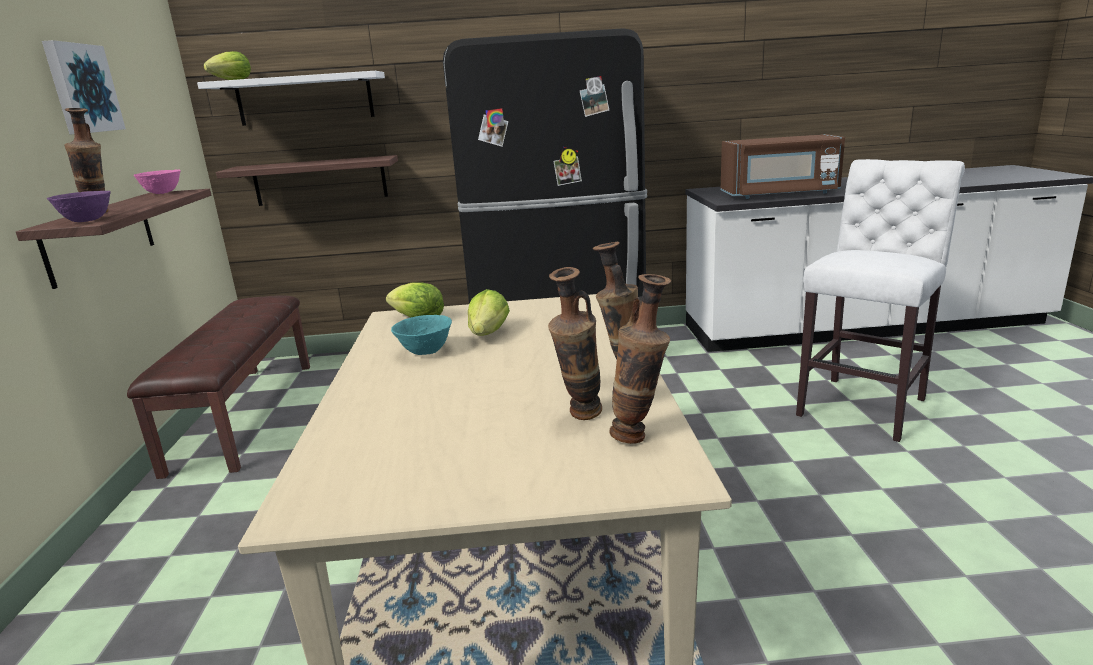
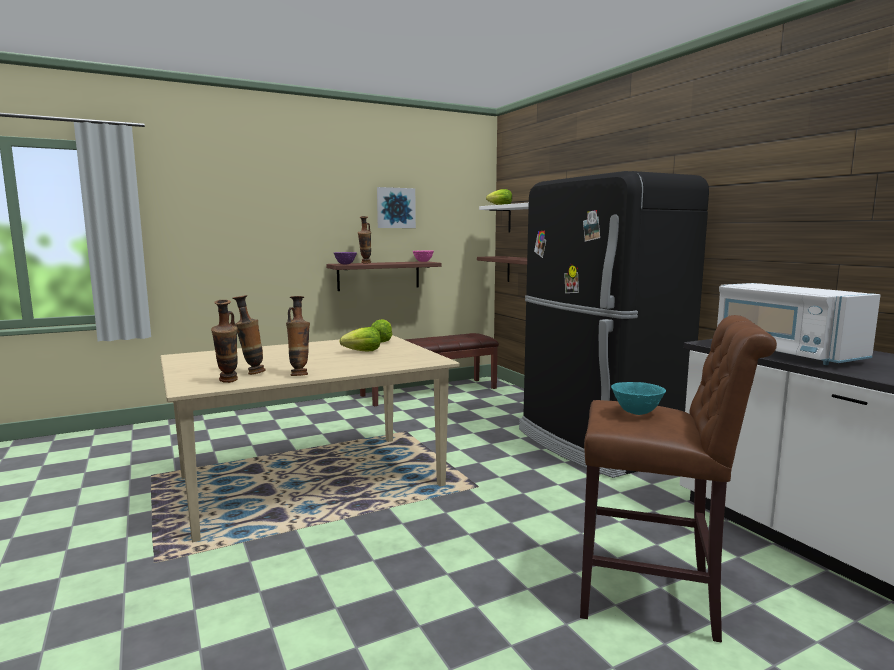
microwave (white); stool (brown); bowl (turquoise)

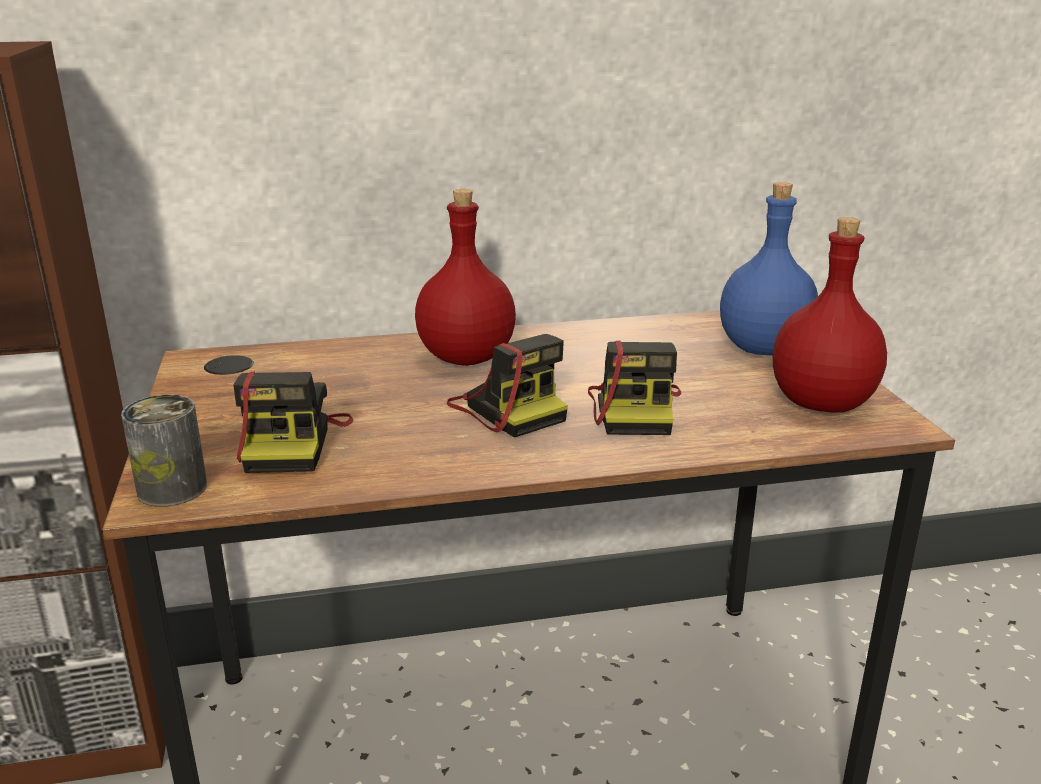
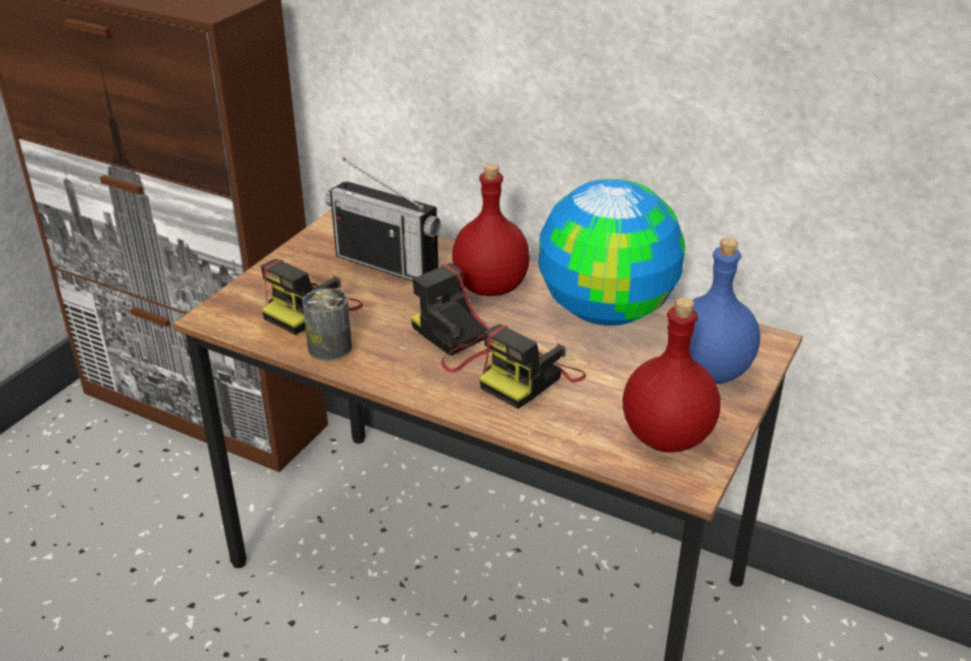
photo camera (no. 2 from left); can; radio; globe

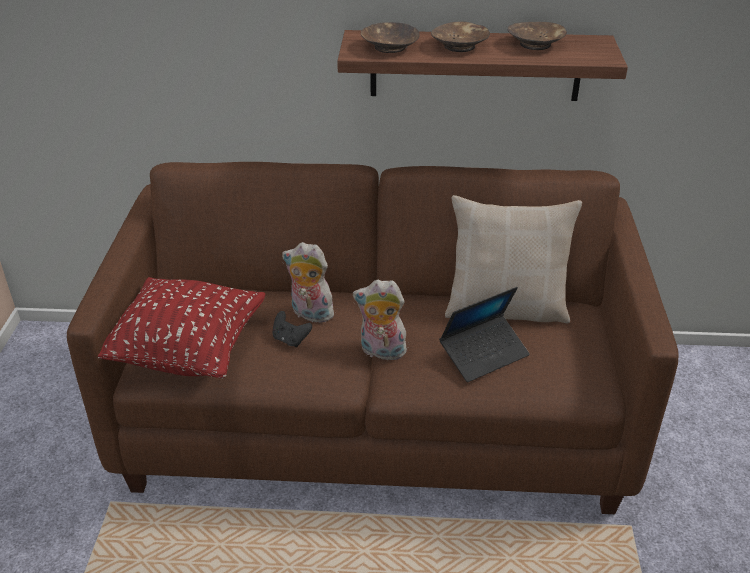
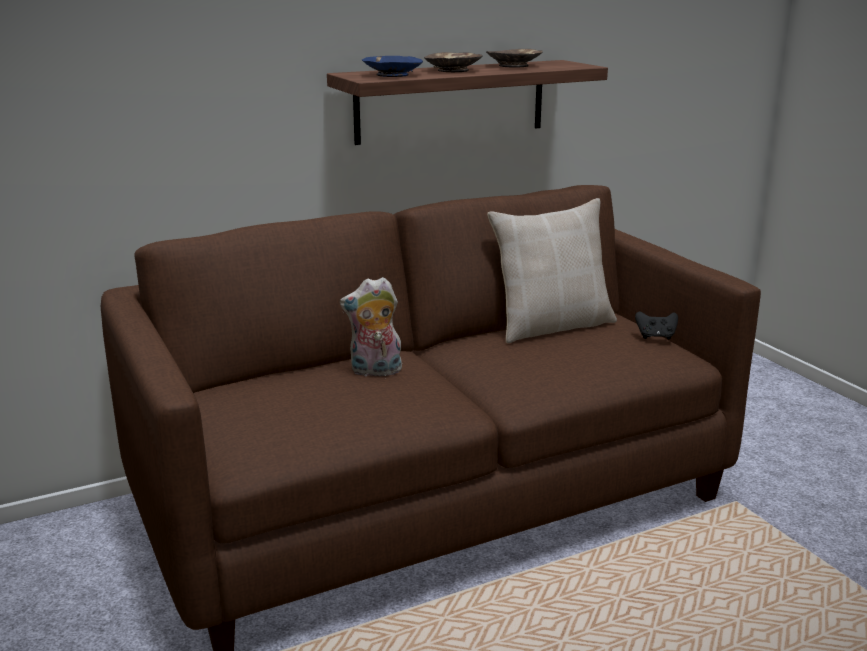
bowl (blue); pillow (red); plush toy (no. 2 from left in the first image); laptop; game controller (black)

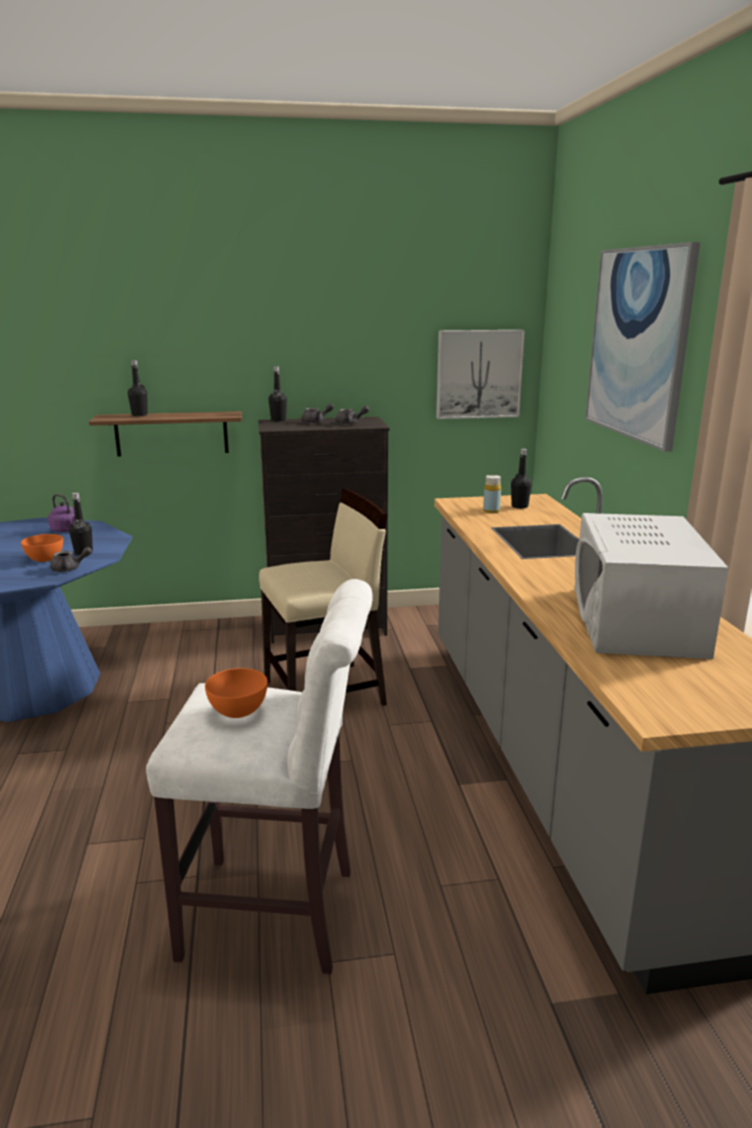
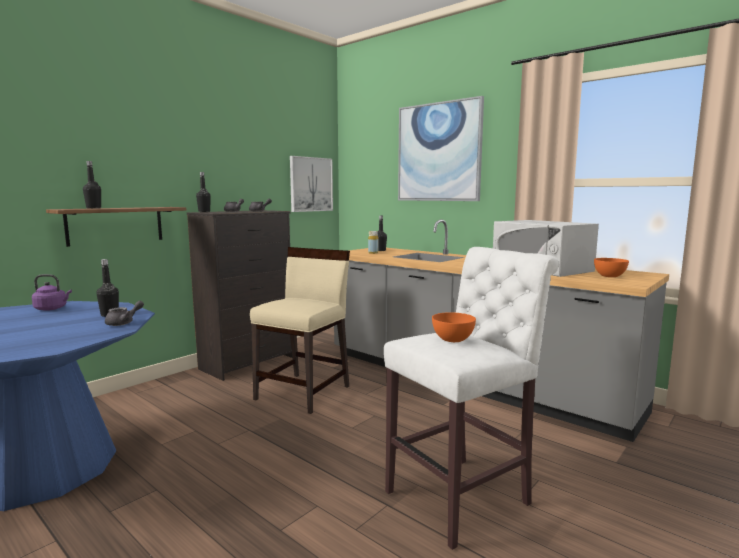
bowl (orange) (no. 2 from left)

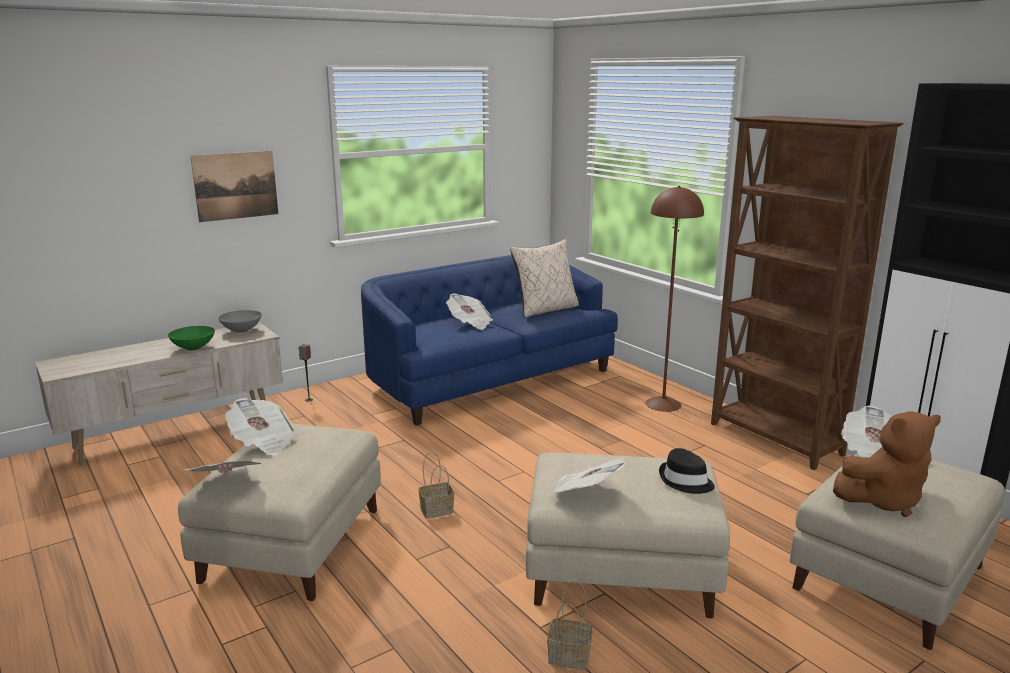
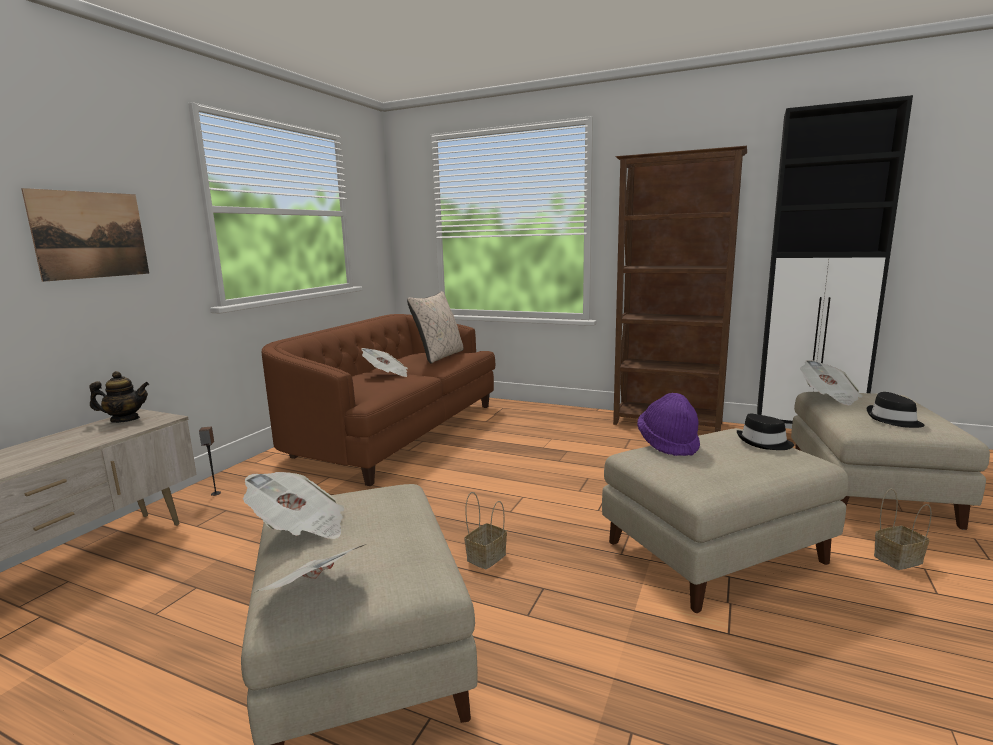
floor lamp (brown); sofa (brown); teapot; bowl (green); hat (black) (no. 2 from left); newspaper (no. 4 from left in the first image); basket (no. 2 from left); hat (purple)

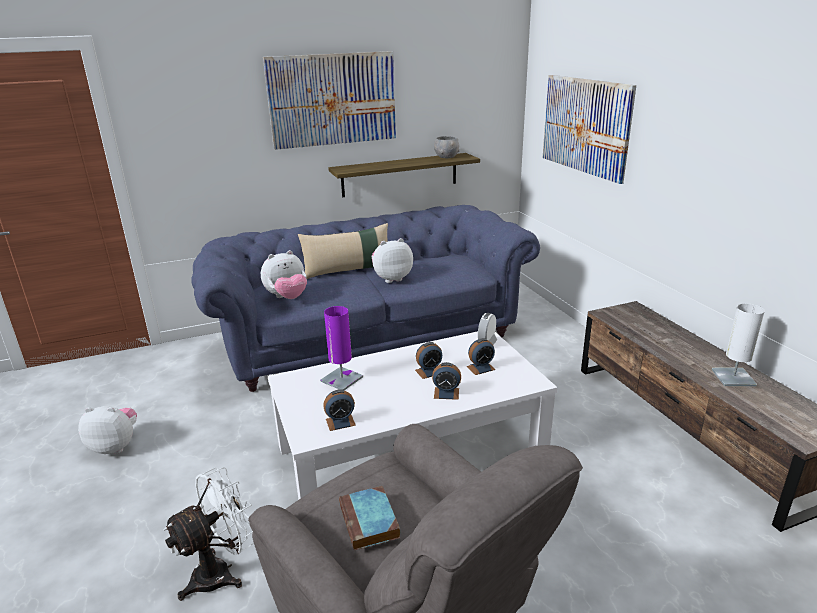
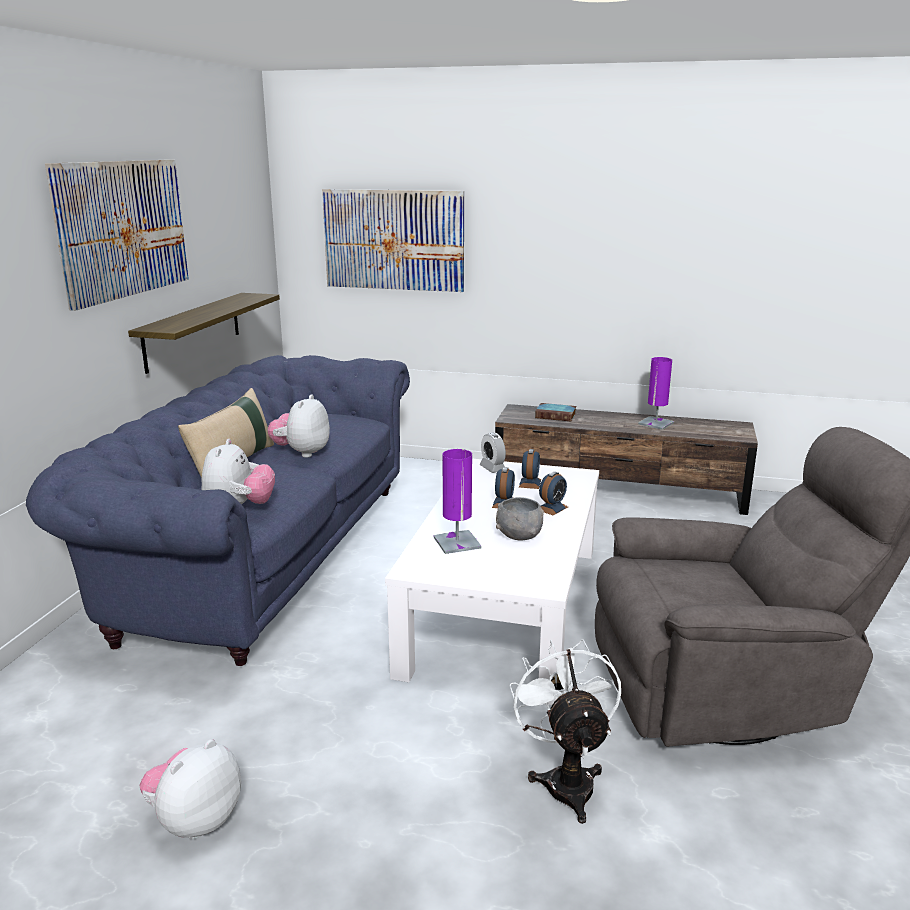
bowl (grey); table lamp (purple) (no. 2 from left); alarm clock (no. 1 from left in the first image); book

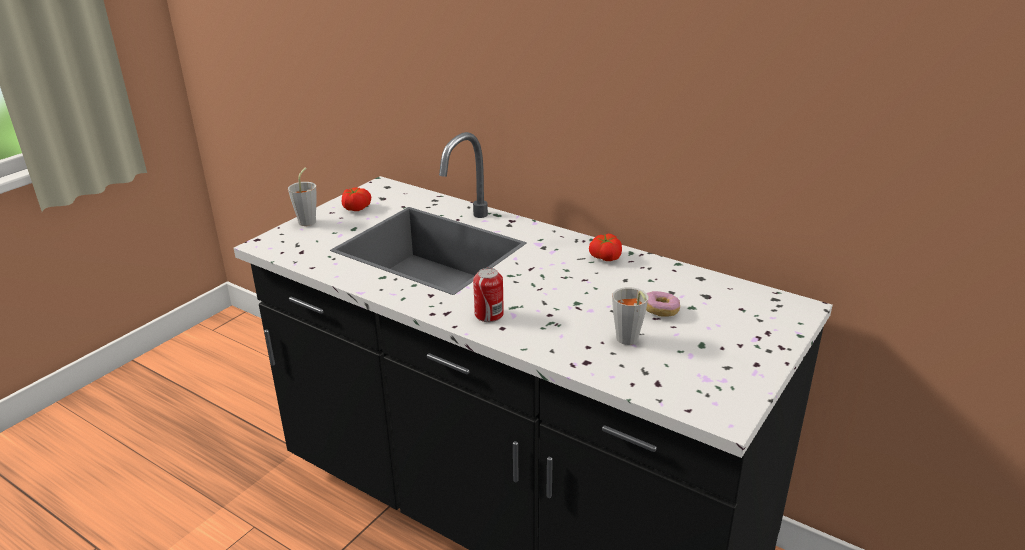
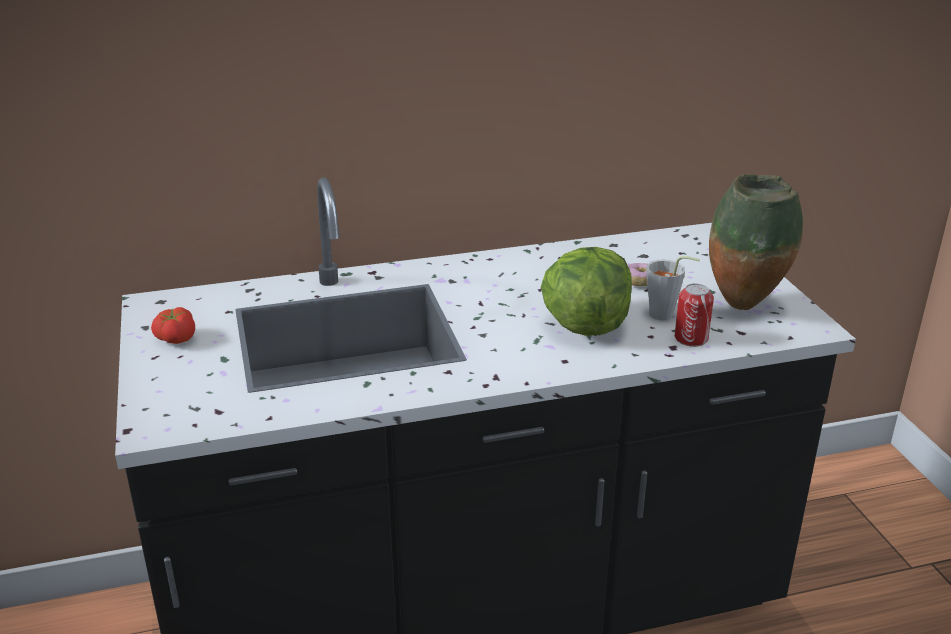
cup (grey) (no. 1 from left in the first image); tomato (no. 2 from left in the first image); can; vase; lettuce

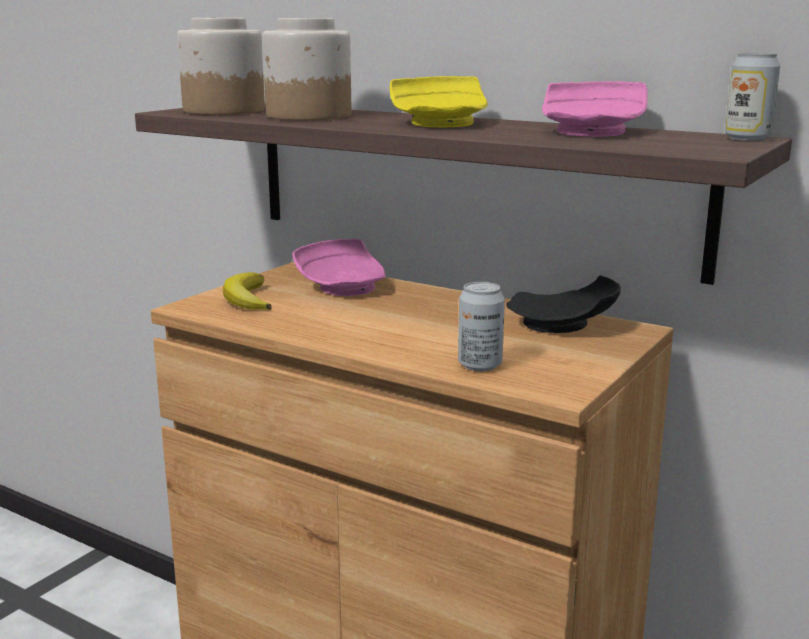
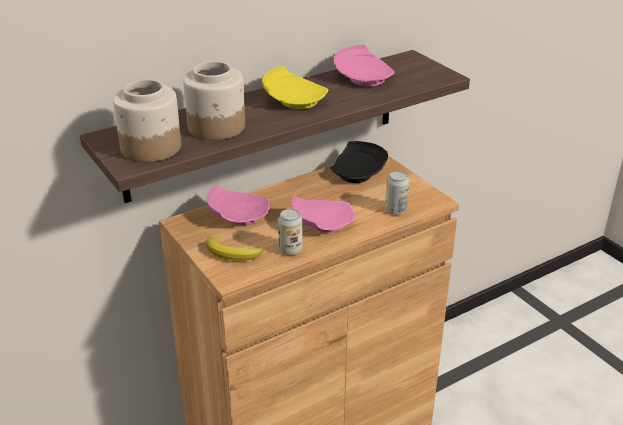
can (no. 1 from left); plate (pink) (no. 2 from left)

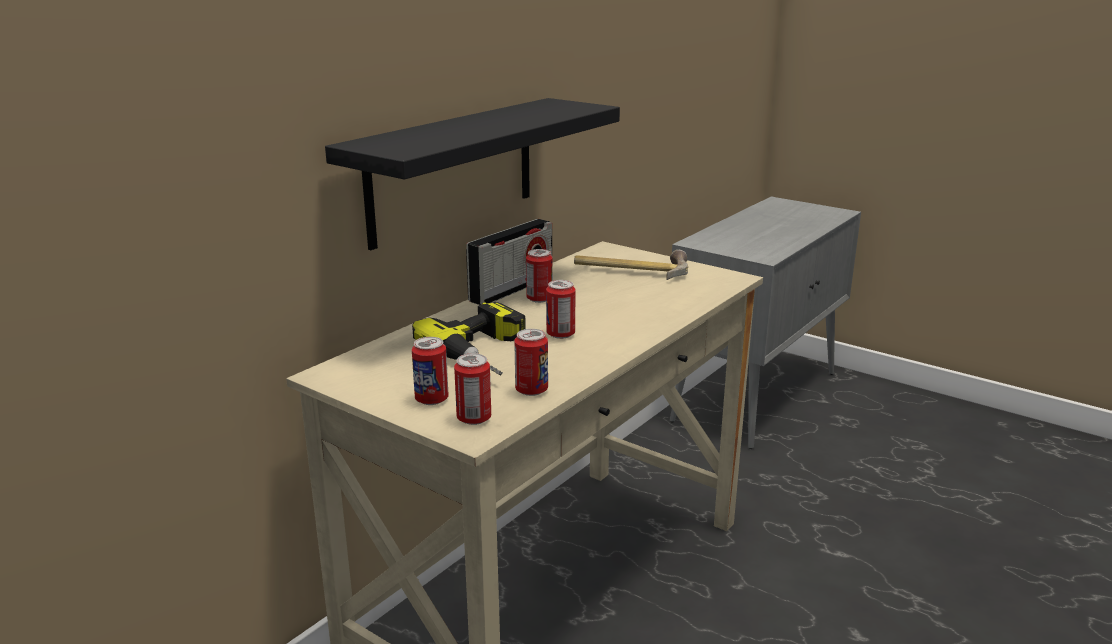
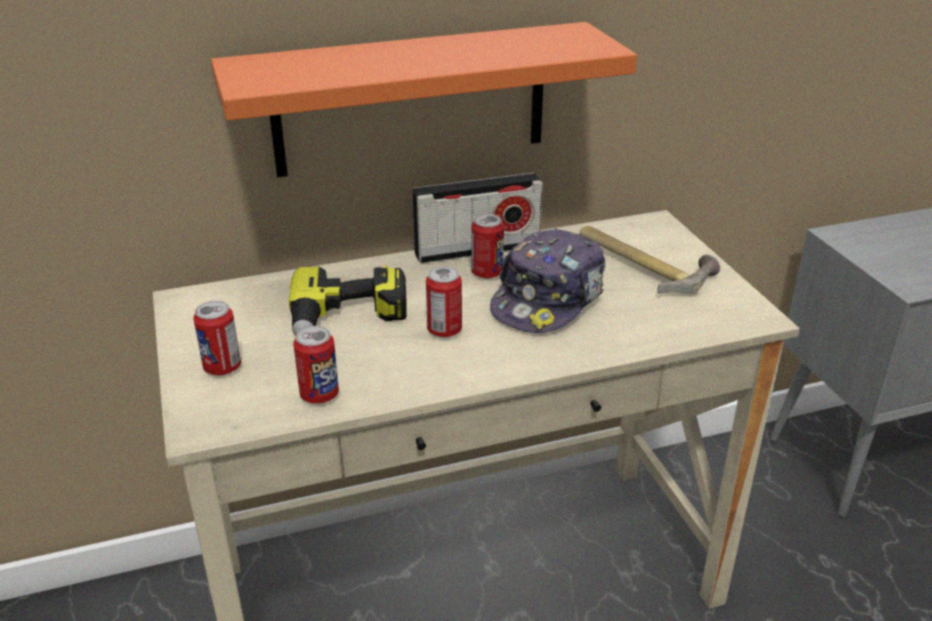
shelf (orange); can (no. 2 from left in the first image); cap

